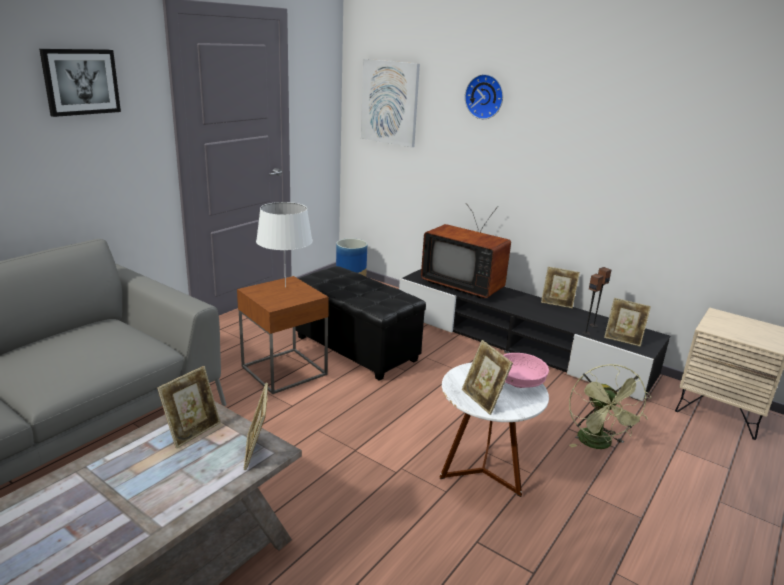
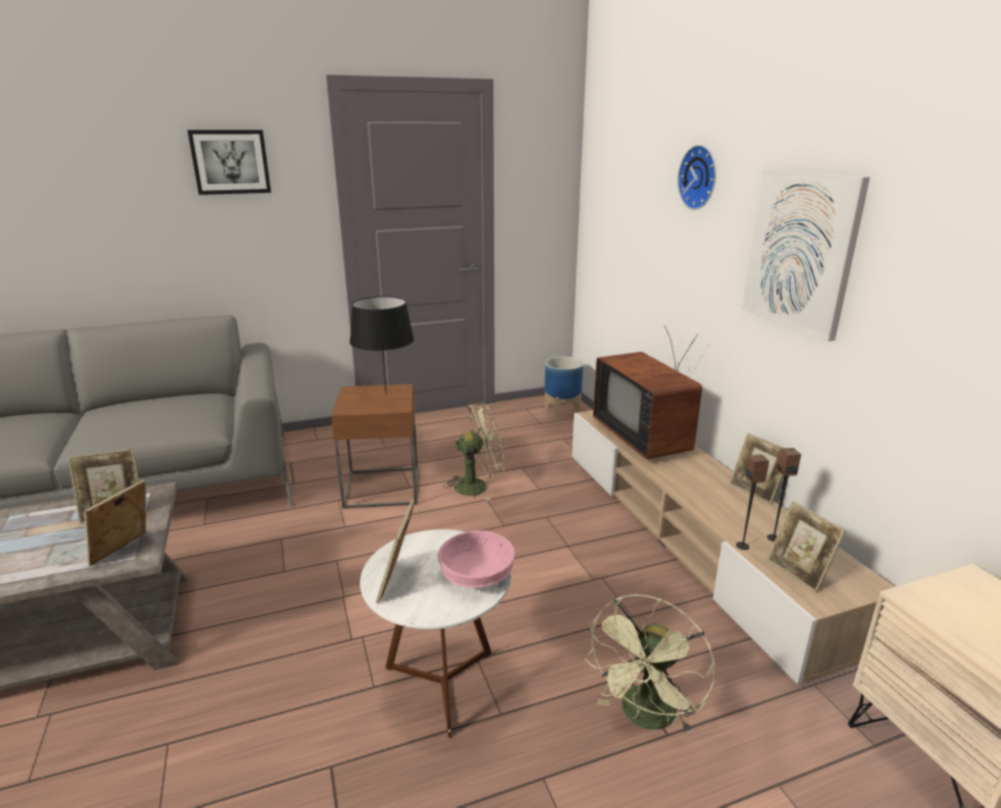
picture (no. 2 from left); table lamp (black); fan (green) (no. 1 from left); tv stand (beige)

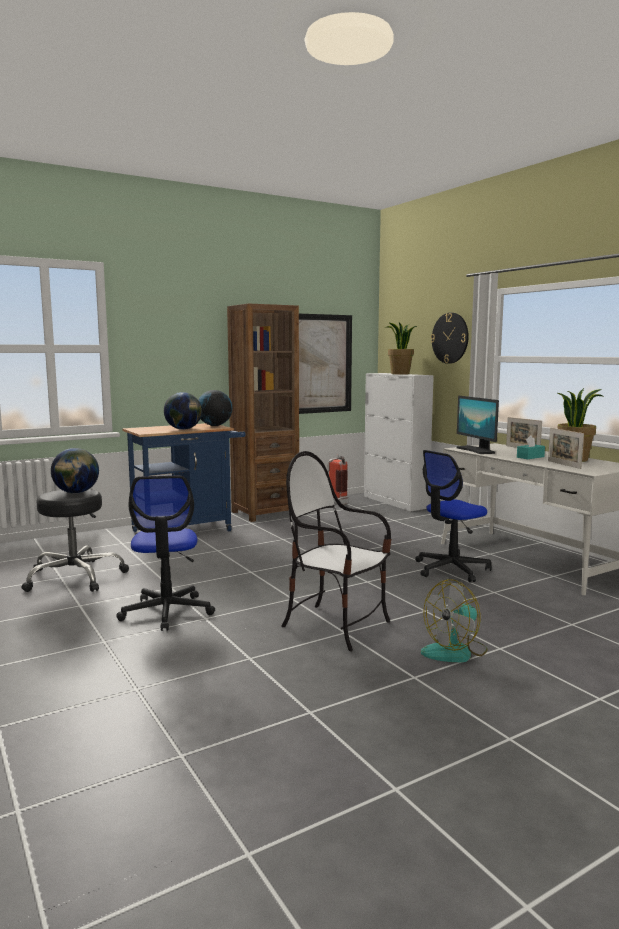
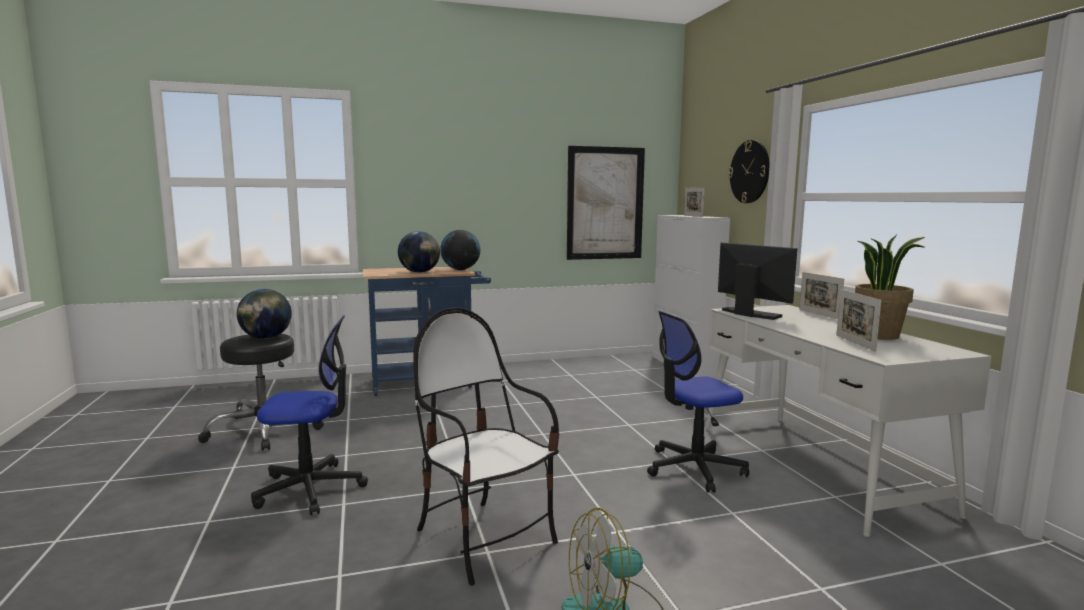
bookcase (brown); picture frame (no. 1 from left); monitor; tissue box (turquoise); fire extinguisher; office chair (no. 1 from left)

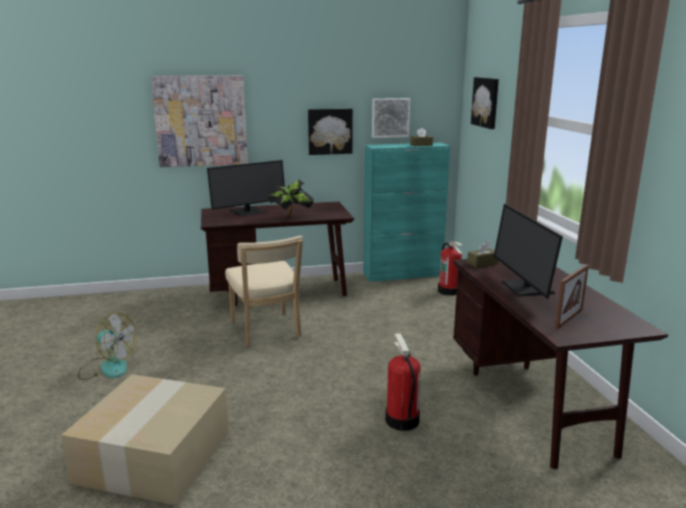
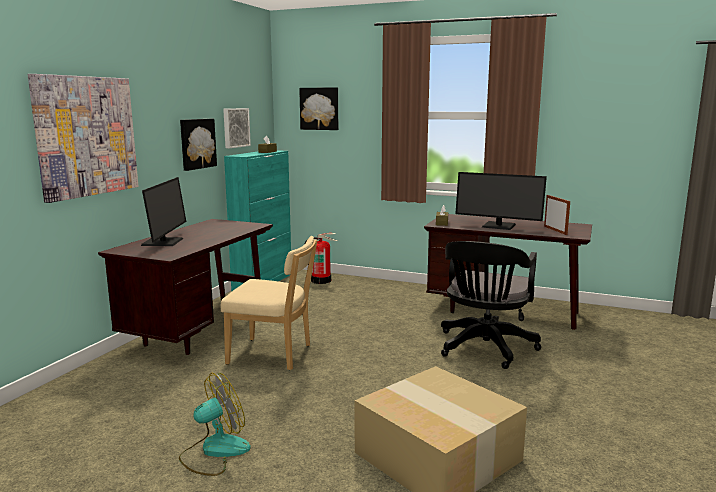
potted plant; office chair (black)

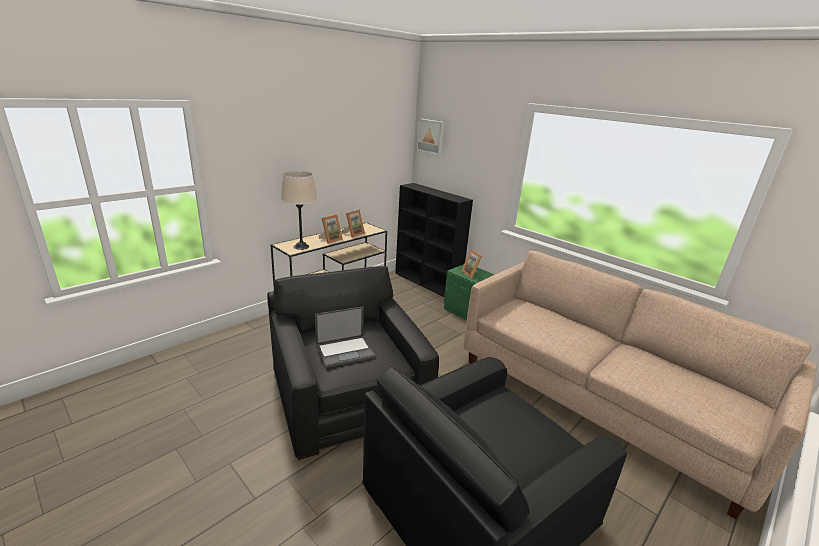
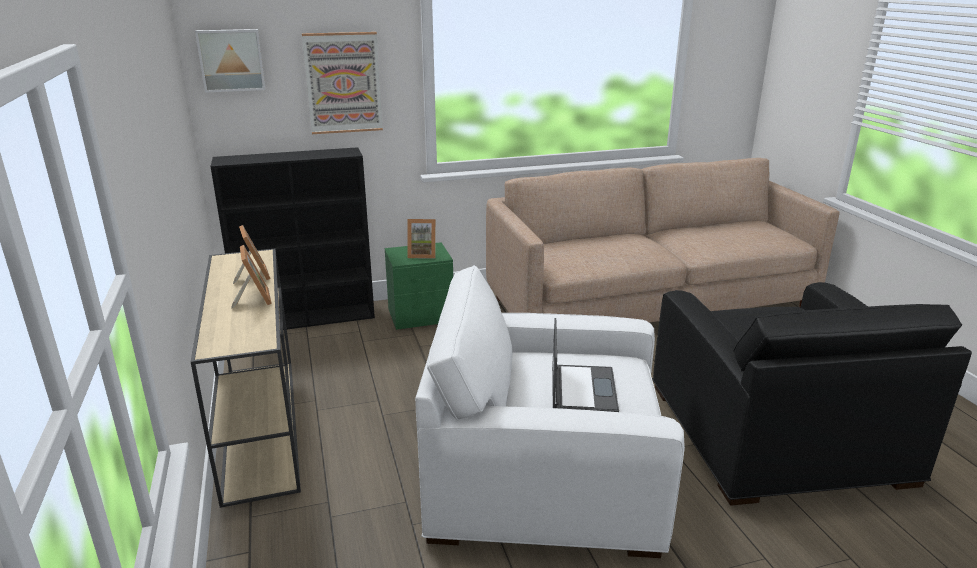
table lamp (beige); armchair (white); picture (no. 2 from left)

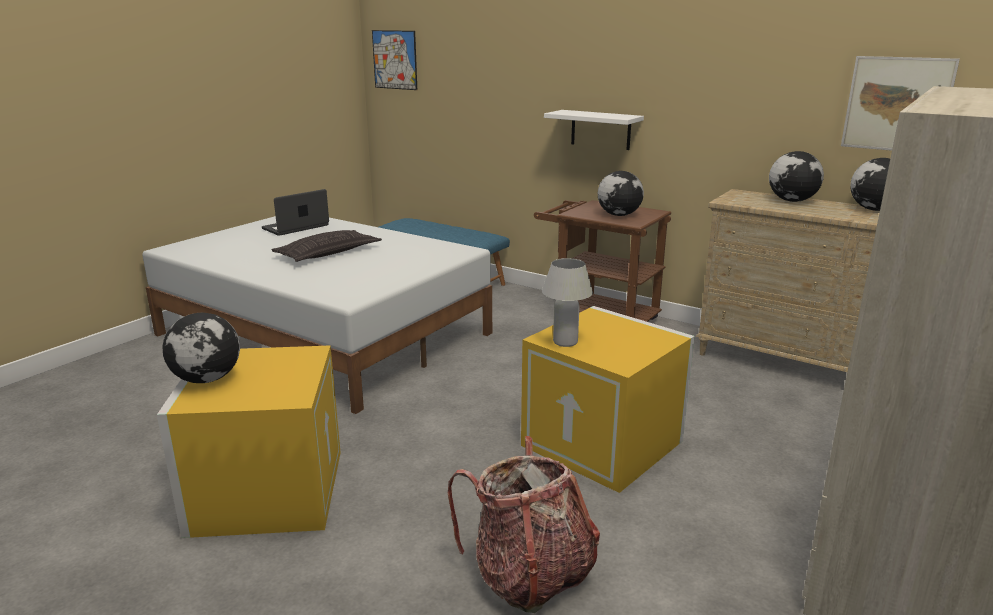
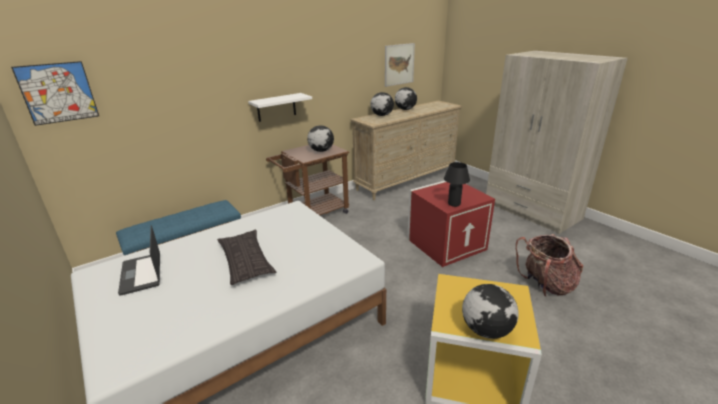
table lamp (black); storage box (red)

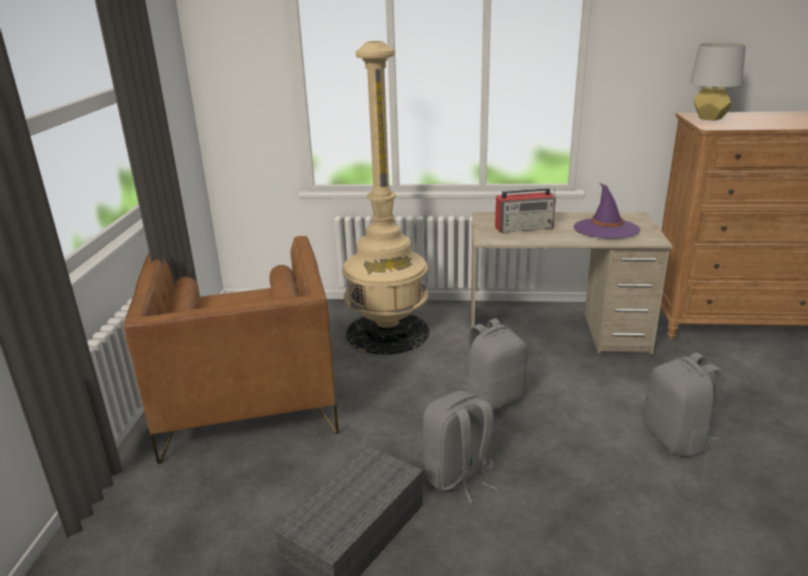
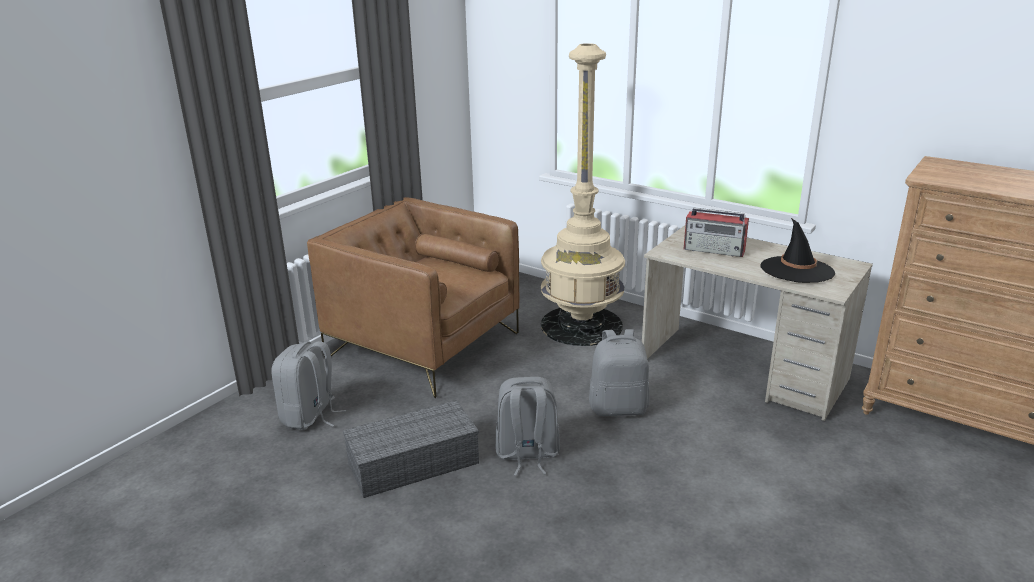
table lamp (grey); hat (black); armchair (brown); backpack (grey) (no. 1 from left)

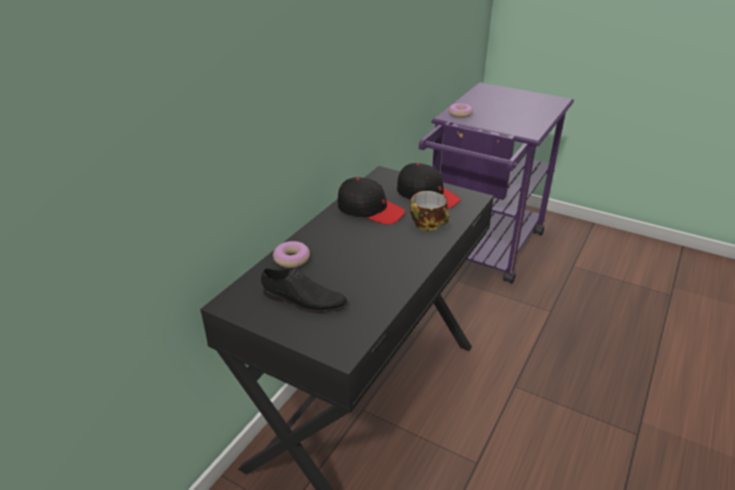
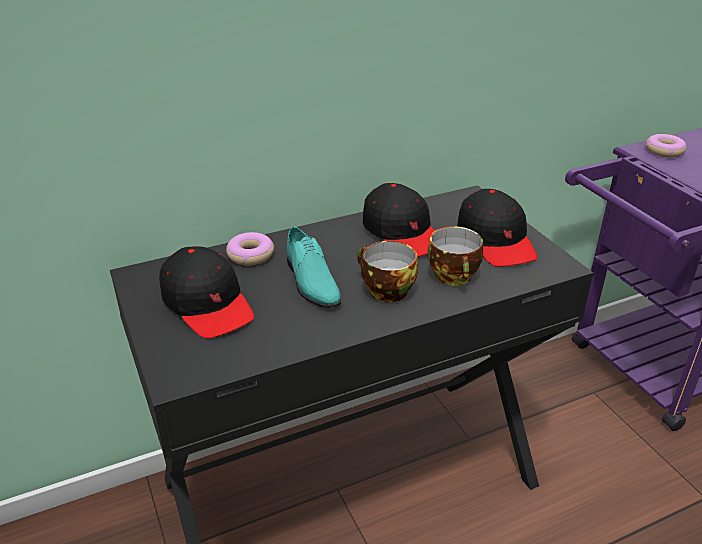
cap (black) (no. 1 from left); shoe (turquoise); cup (no. 1 from left)

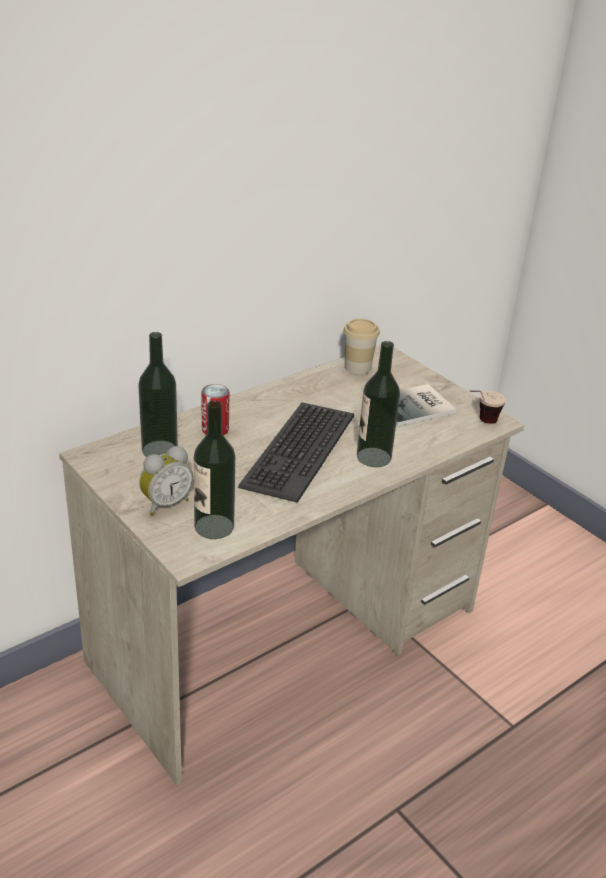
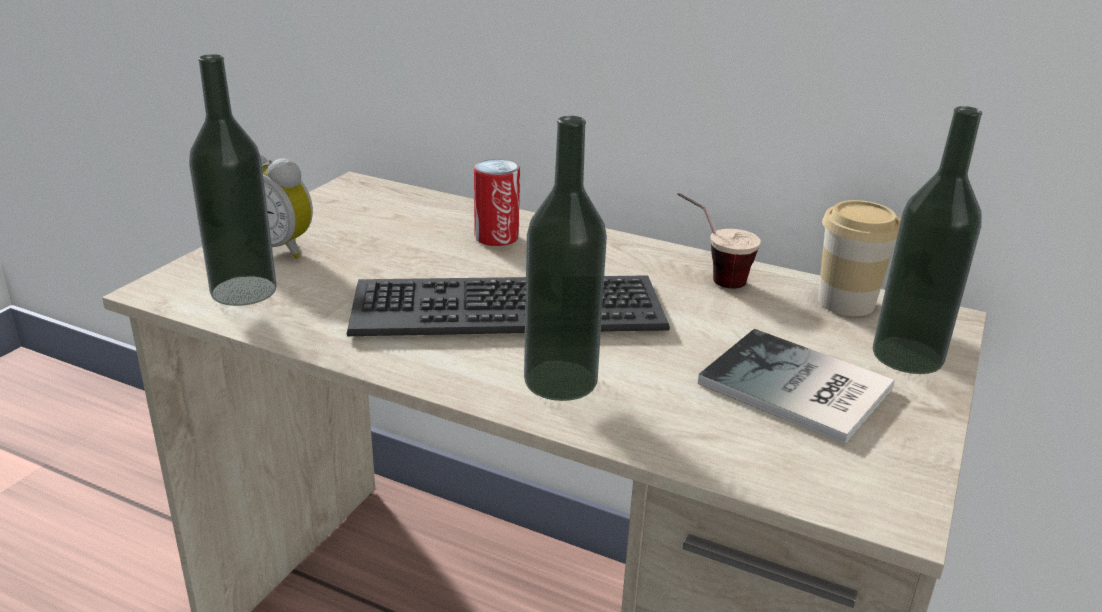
bottle (no. 3 from left); cup (no. 1 from left)

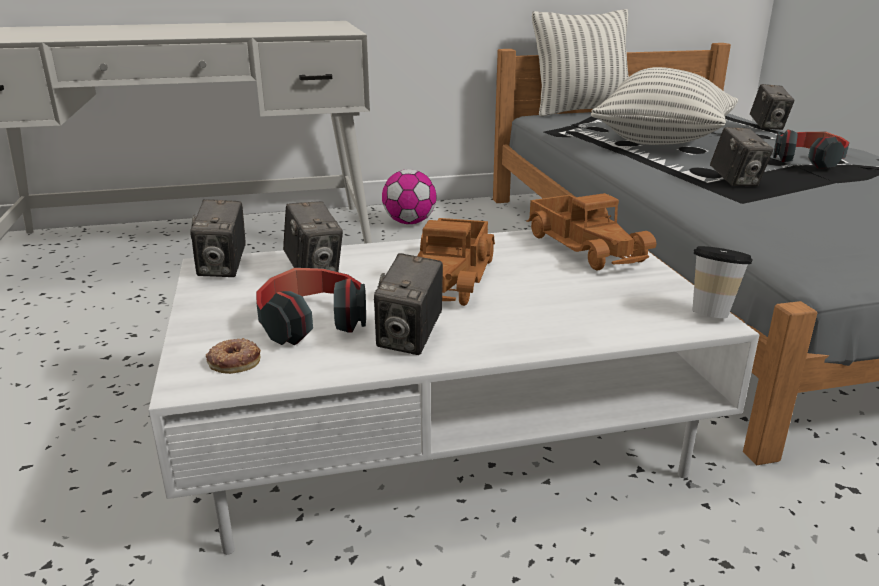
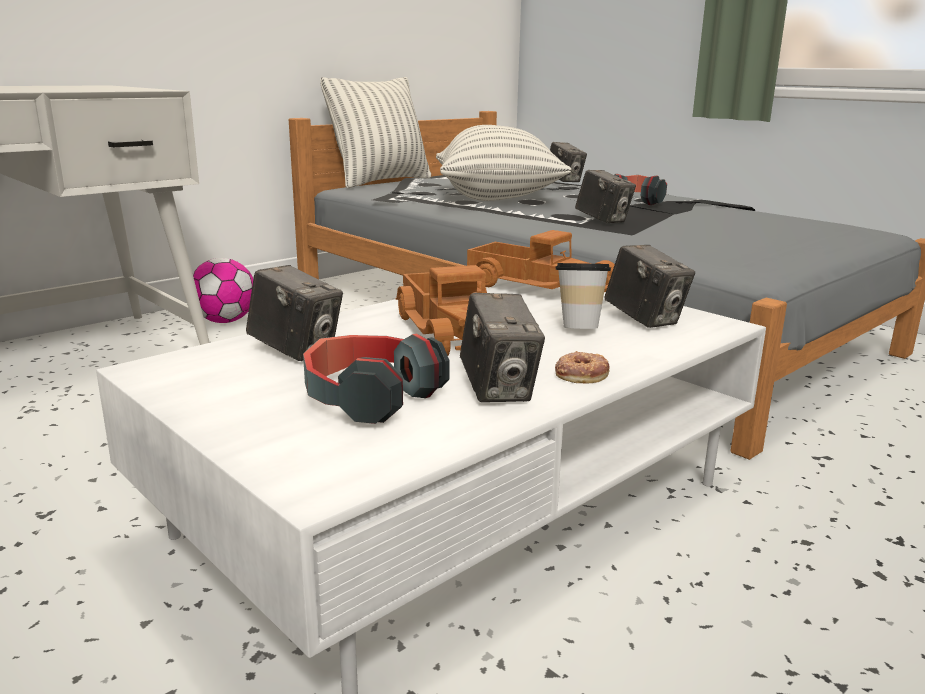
photo camera (no. 5 from left); cup; donut

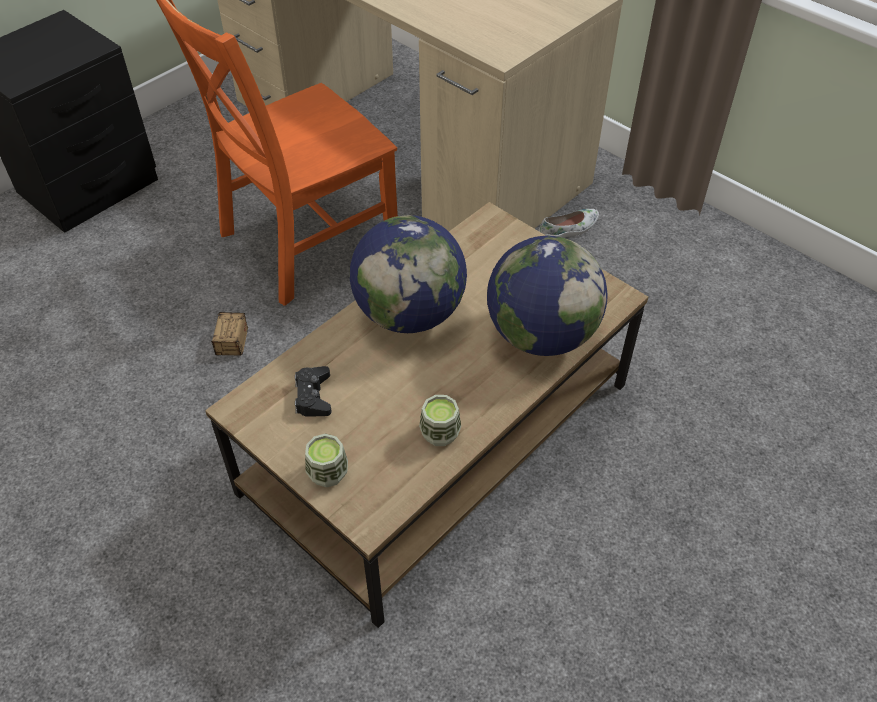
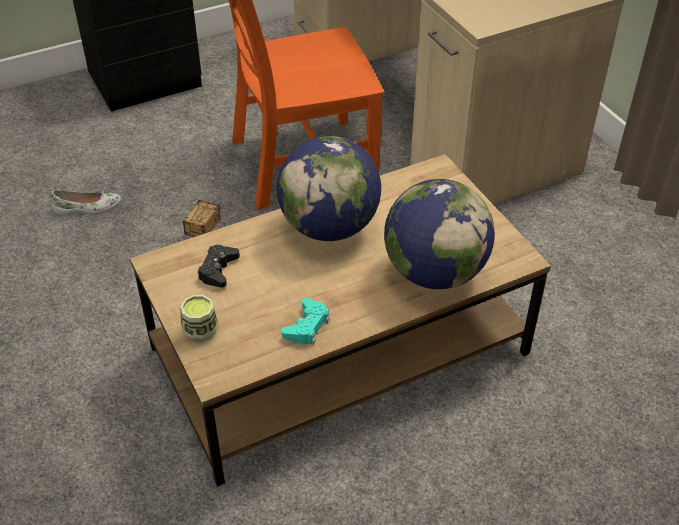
shoe (white); game controller (turquoise)

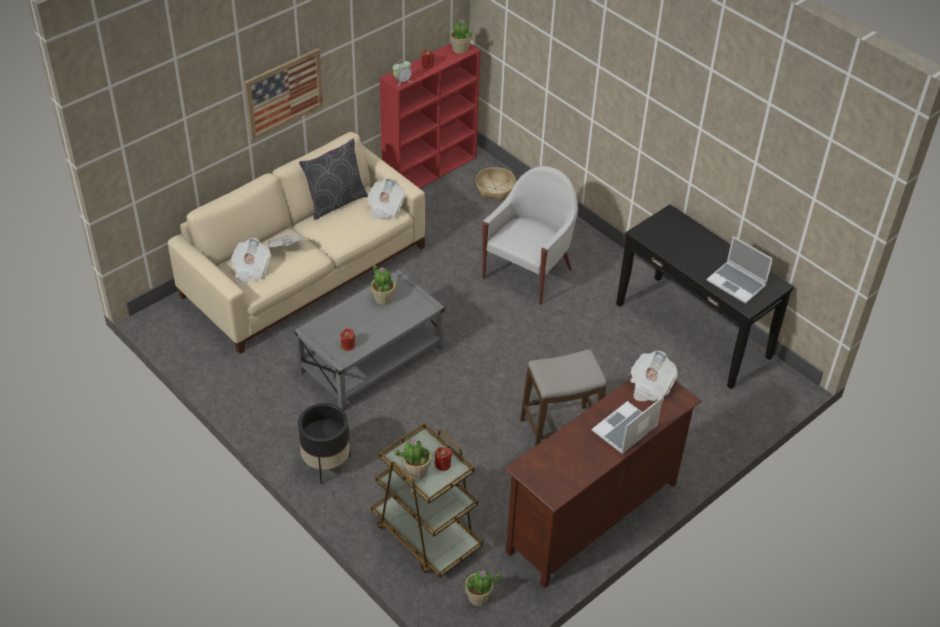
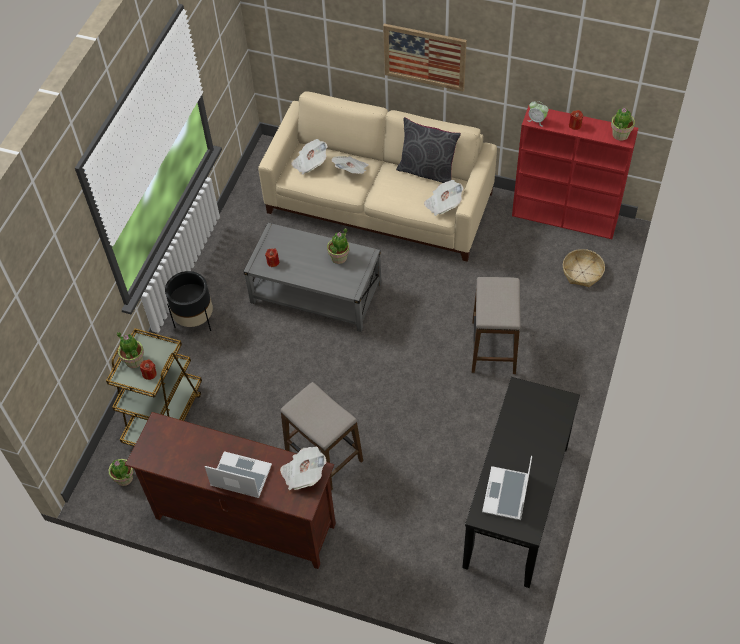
stool (no. 2 from left)

